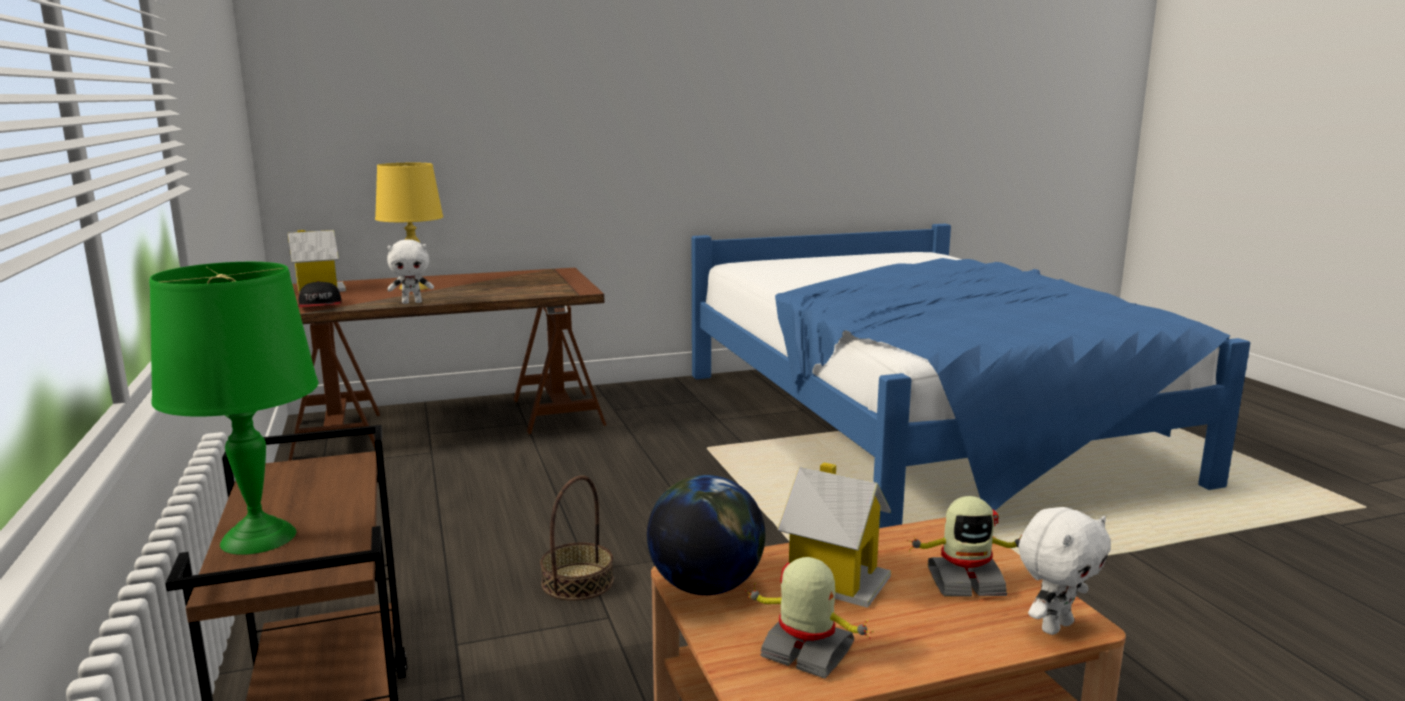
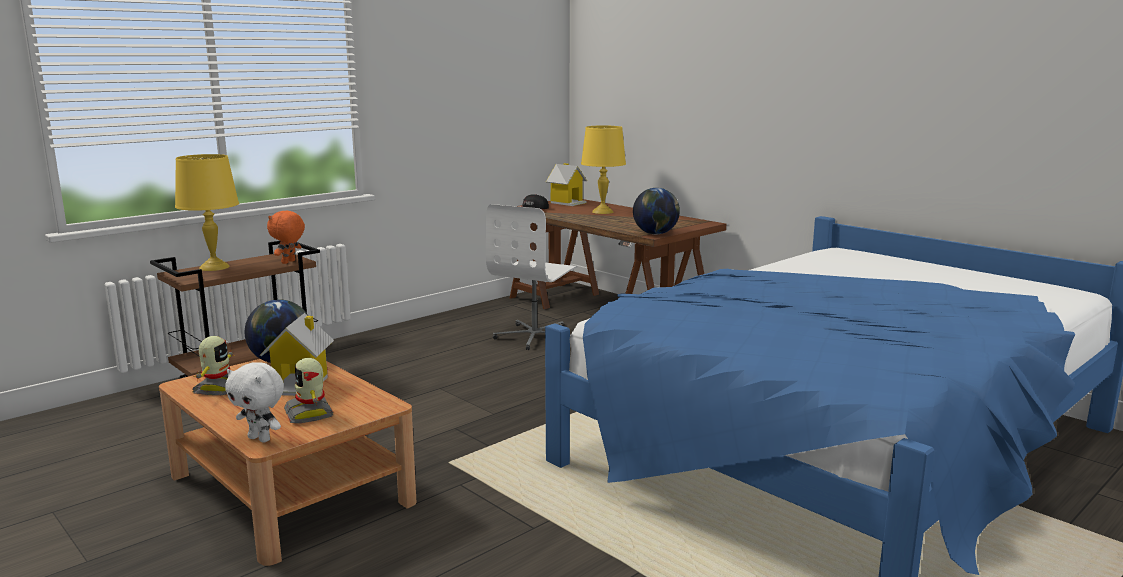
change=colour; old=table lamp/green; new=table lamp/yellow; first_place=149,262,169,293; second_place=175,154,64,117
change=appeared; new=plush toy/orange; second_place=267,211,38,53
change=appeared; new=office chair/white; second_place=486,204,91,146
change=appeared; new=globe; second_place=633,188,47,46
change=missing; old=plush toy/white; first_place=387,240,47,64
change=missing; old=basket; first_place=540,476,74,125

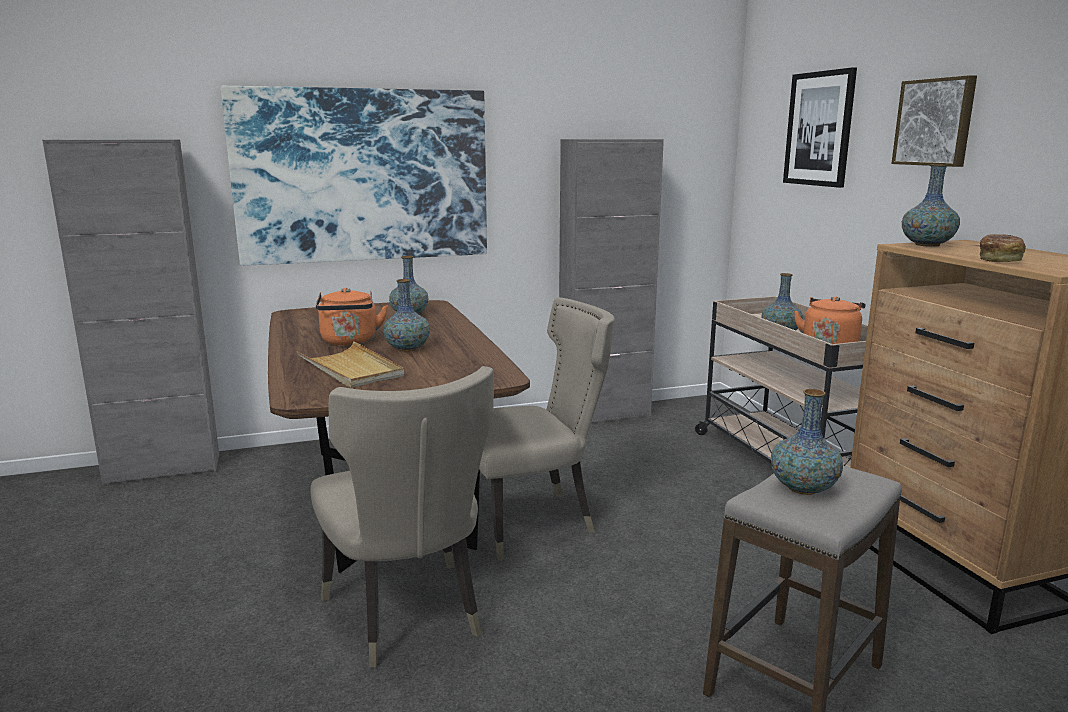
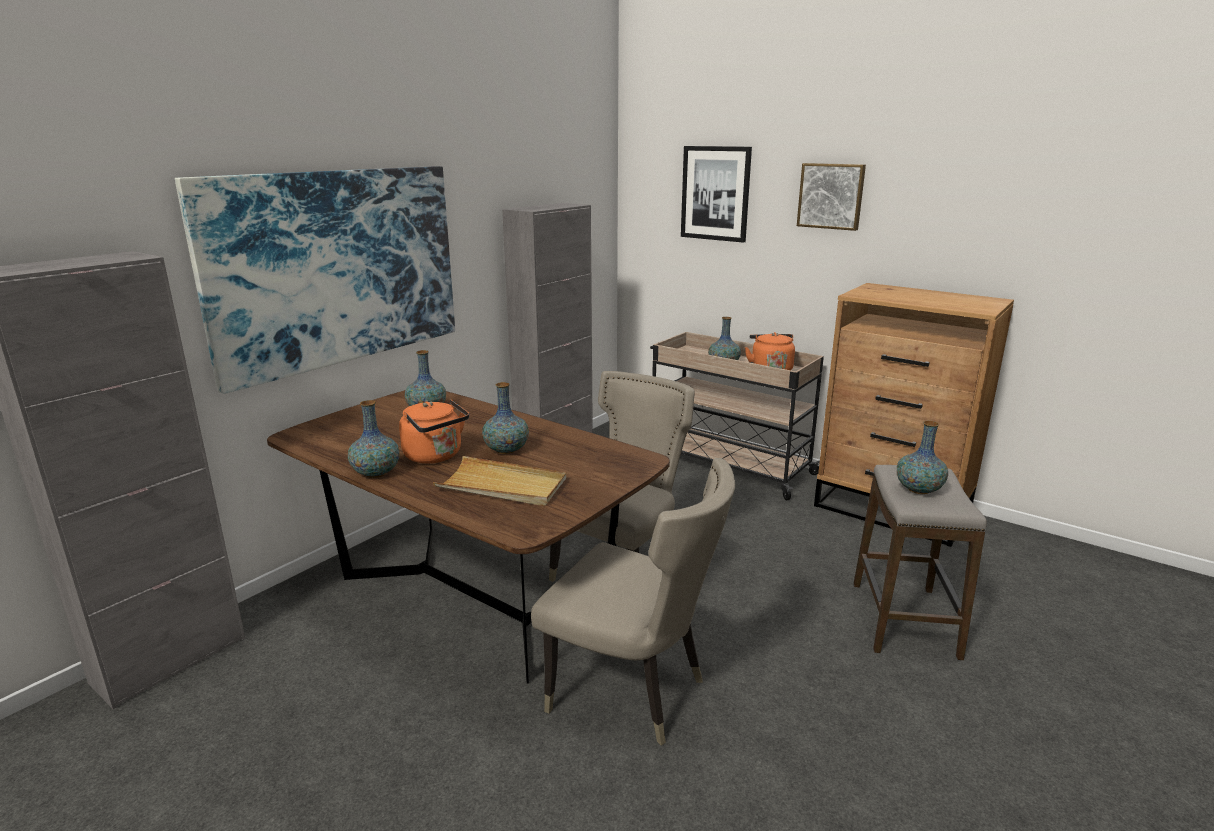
change=relocated; old=vase; first_place=902,164,58,83; second_place=348,400,52,78
change=missing; old=bread; first_place=980,234,46,28

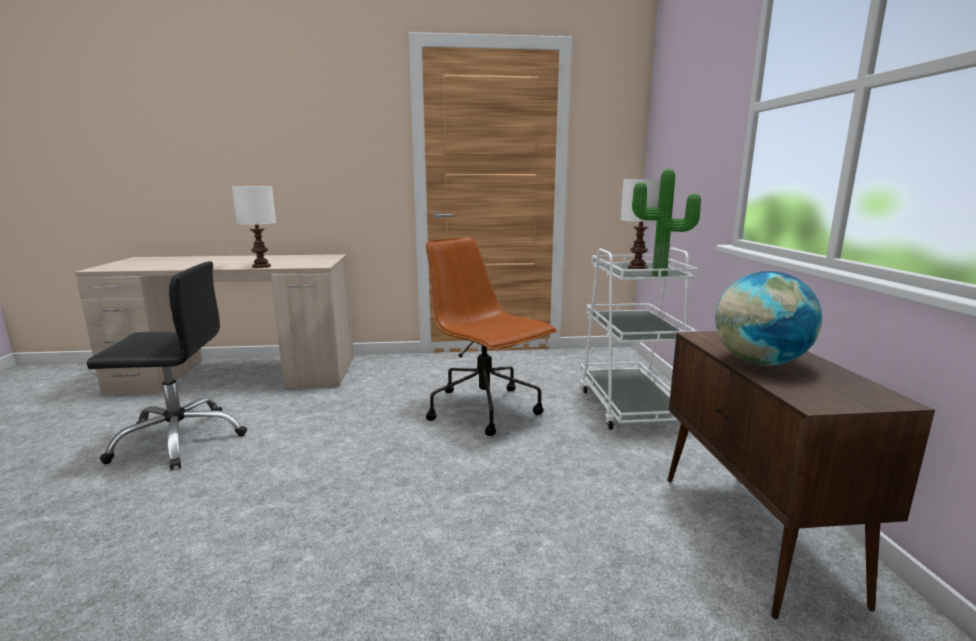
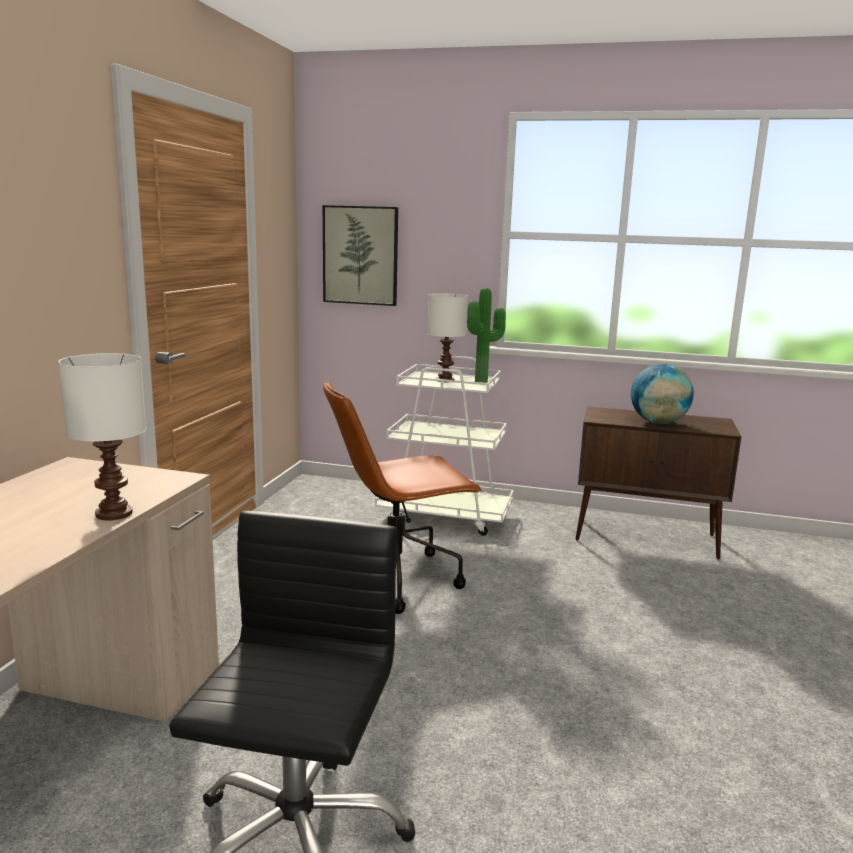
change=appeared; new=picture; second_place=323,205,75,101

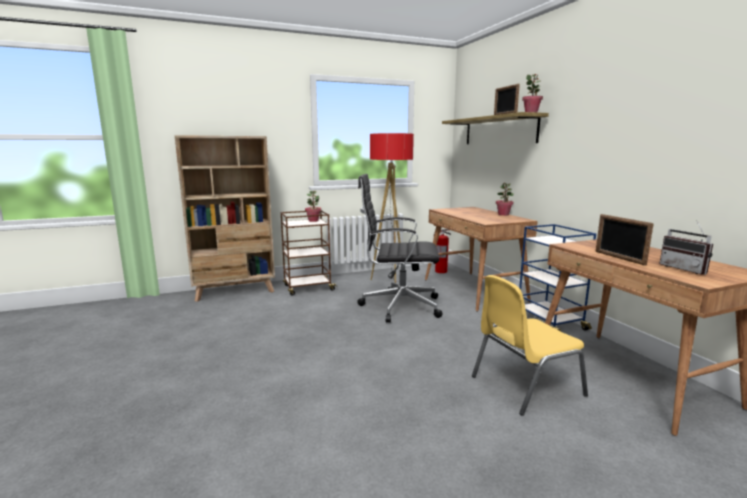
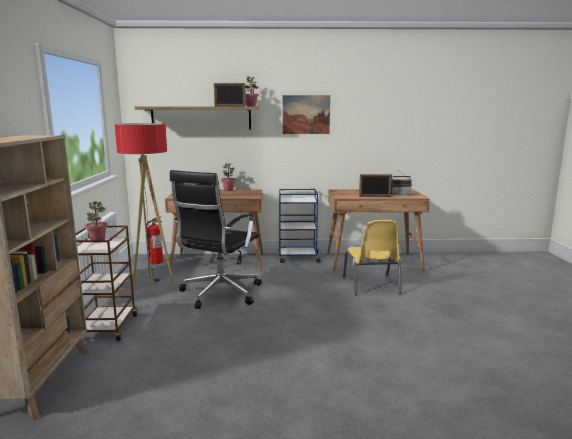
change=appeared; new=picture; second_place=283,95,47,39

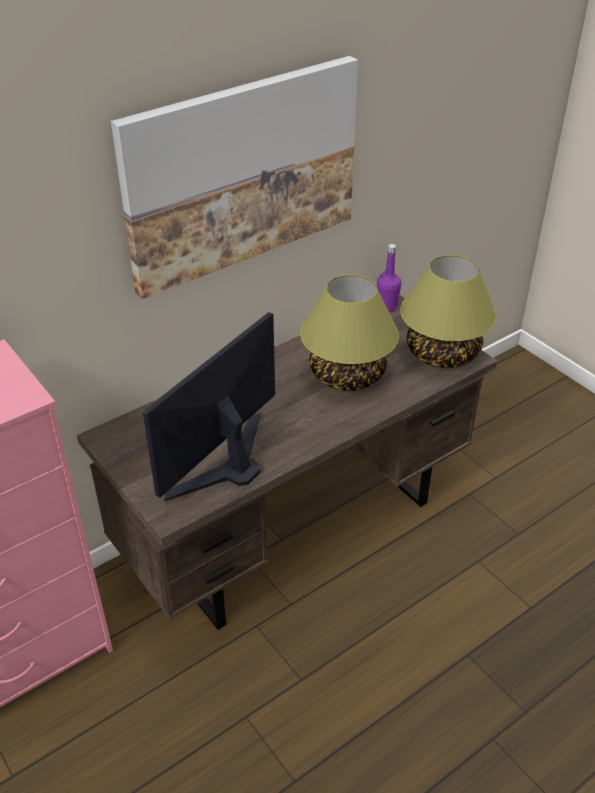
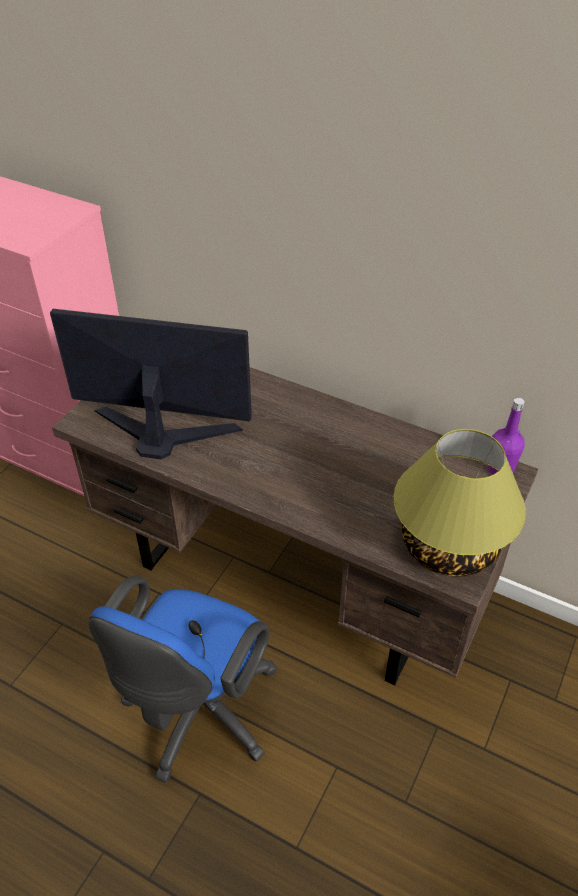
change=appeared; new=office chair/blue; second_place=89,576,189,207
change=missing; old=picture; first_place=111,56,247,243
change=missing; old=table lamp; first_place=300,274,99,117

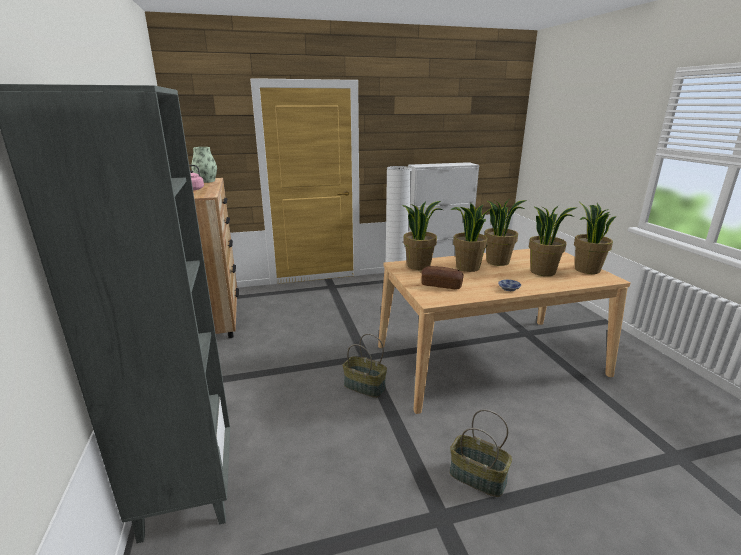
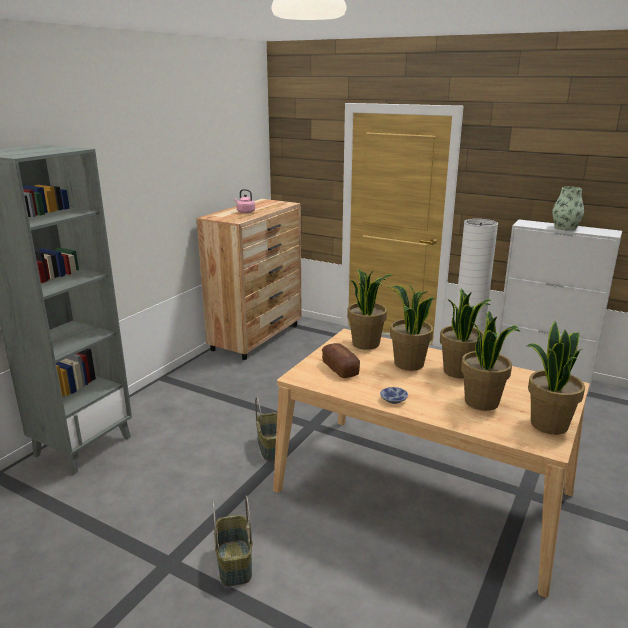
change=relocated; old=vase; first_place=191,147,26,36; second_place=552,187,32,44

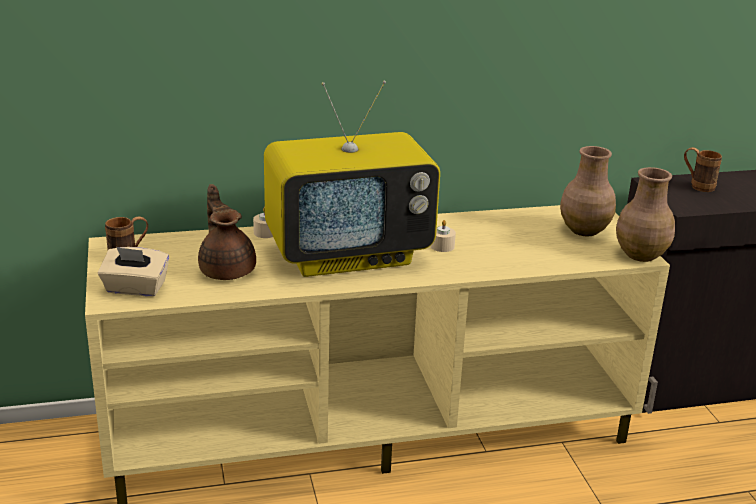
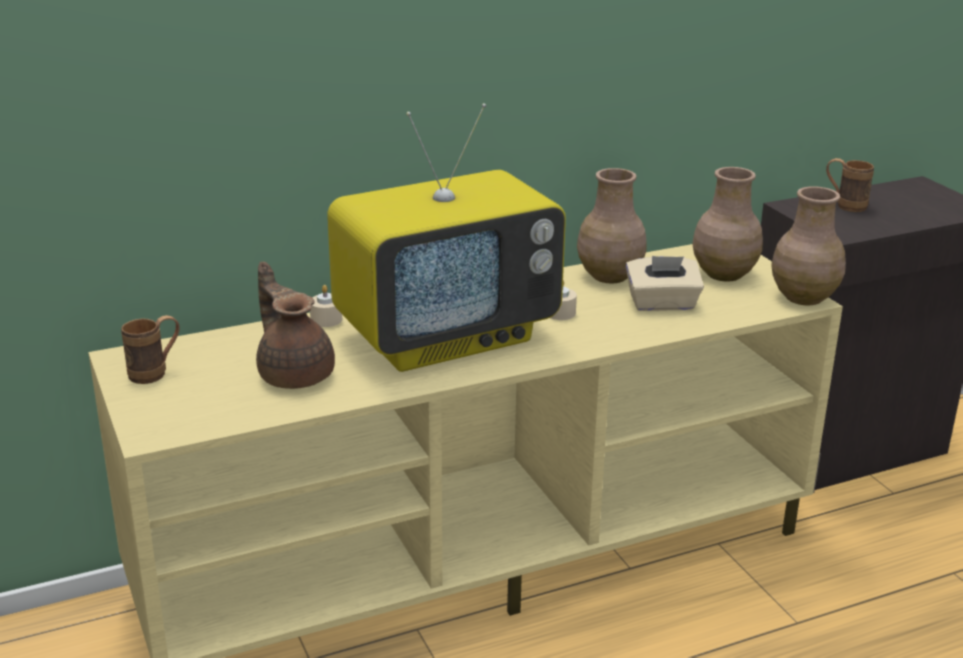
change=appeared; new=vase/brown; second_place=577,168,70,115
change=relocated; old=tissue box/beige; first_place=98,247,71,49; second_place=626,256,78,55

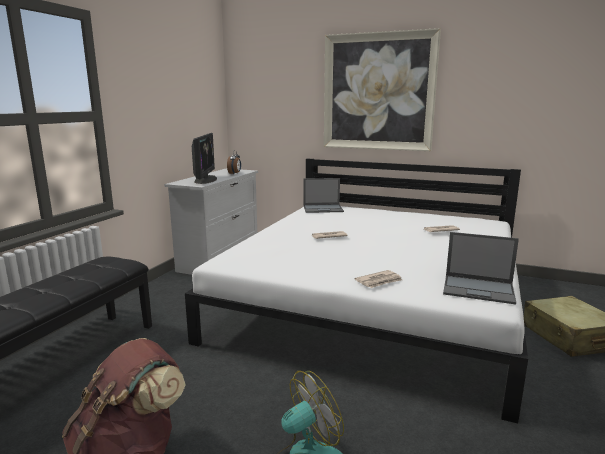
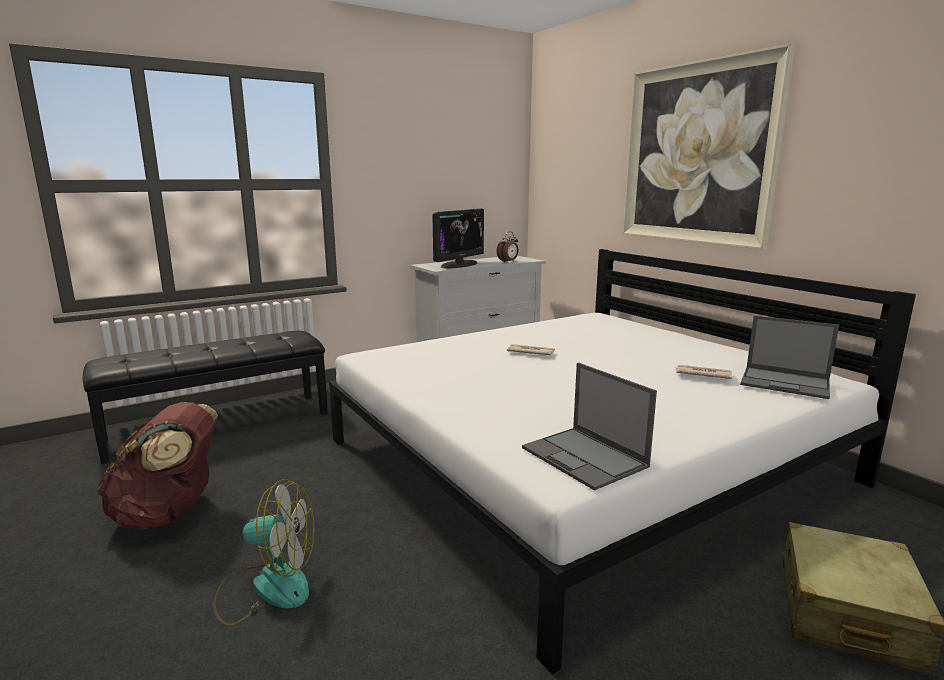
change=relocated; old=laptop; first_place=303,178,41,35; second_place=740,316,99,83
change=missing; old=newspaper; first_place=355,270,47,18

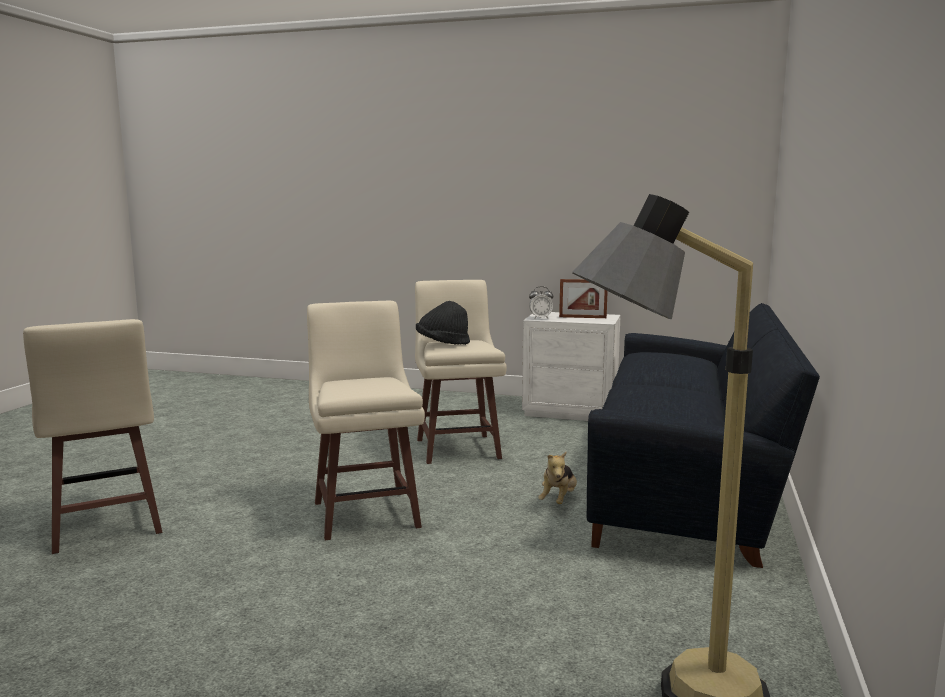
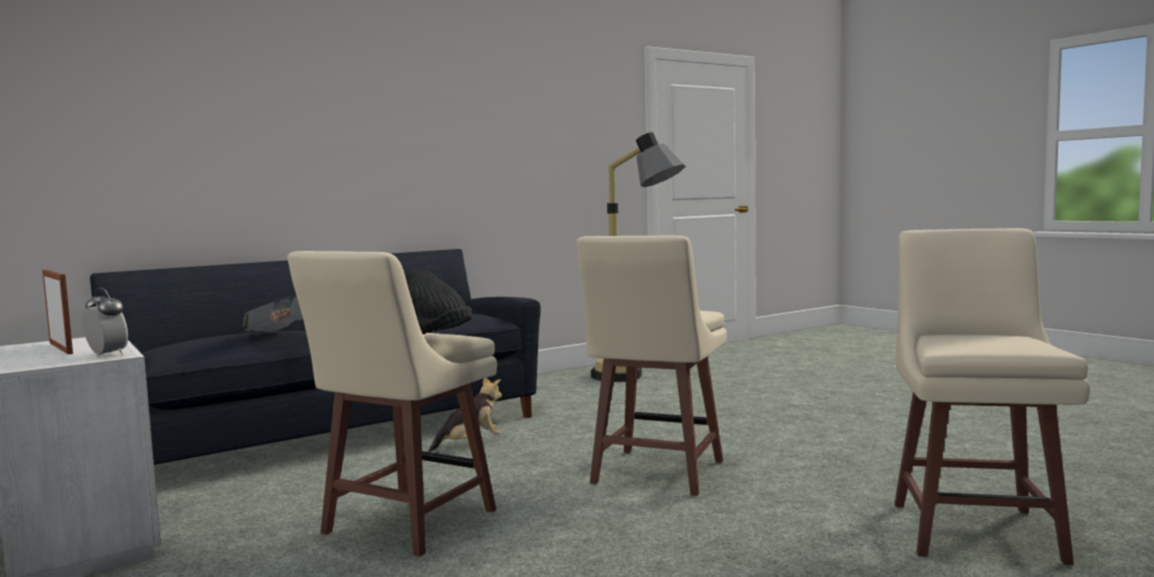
change=appeared; new=newspaper; second_place=243,297,60,35

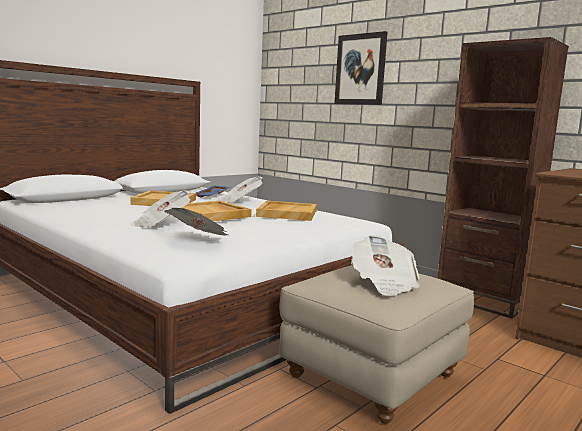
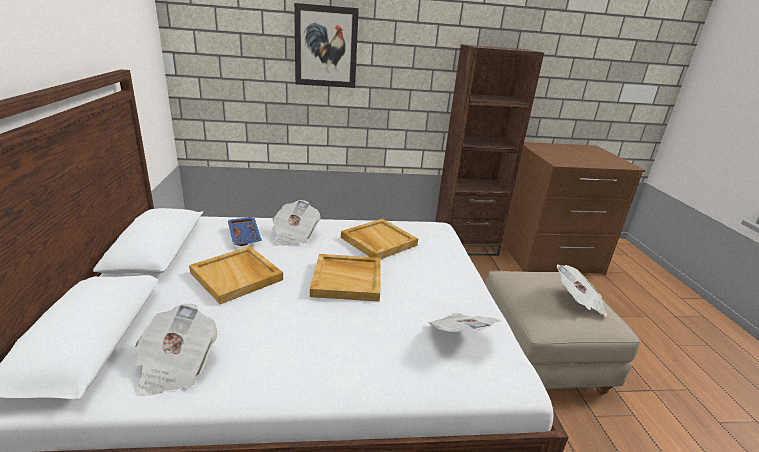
change=relocated; old=newspaper; first_place=131,190,60,37; second_place=134,304,84,92

